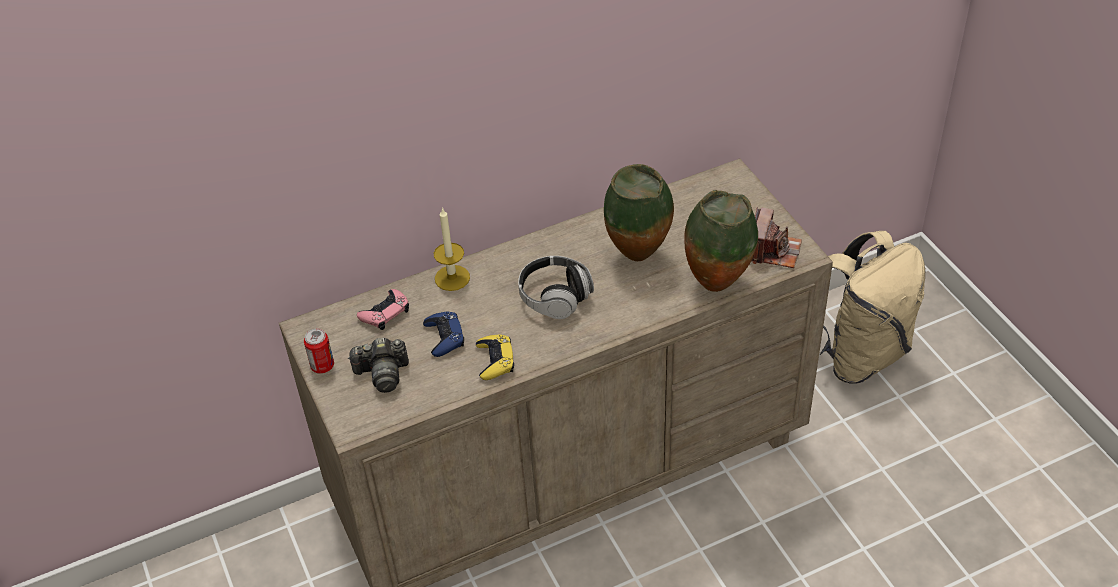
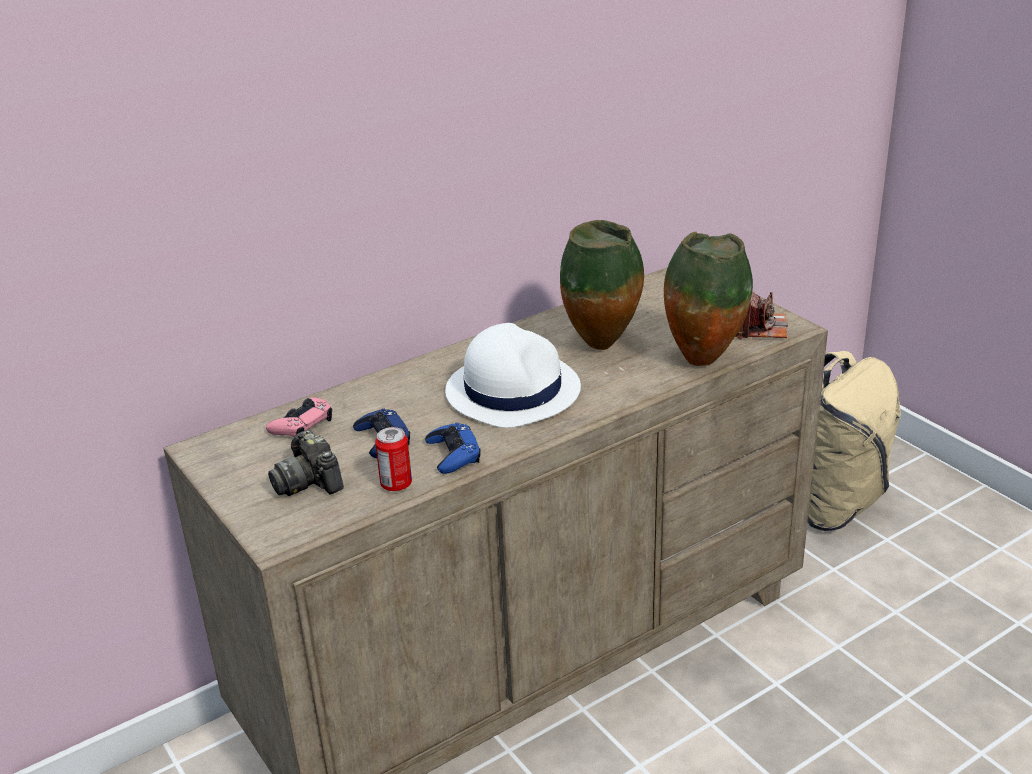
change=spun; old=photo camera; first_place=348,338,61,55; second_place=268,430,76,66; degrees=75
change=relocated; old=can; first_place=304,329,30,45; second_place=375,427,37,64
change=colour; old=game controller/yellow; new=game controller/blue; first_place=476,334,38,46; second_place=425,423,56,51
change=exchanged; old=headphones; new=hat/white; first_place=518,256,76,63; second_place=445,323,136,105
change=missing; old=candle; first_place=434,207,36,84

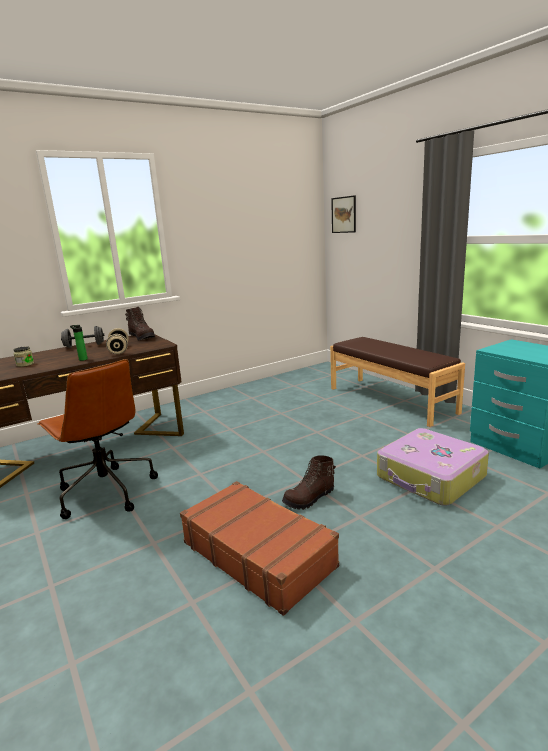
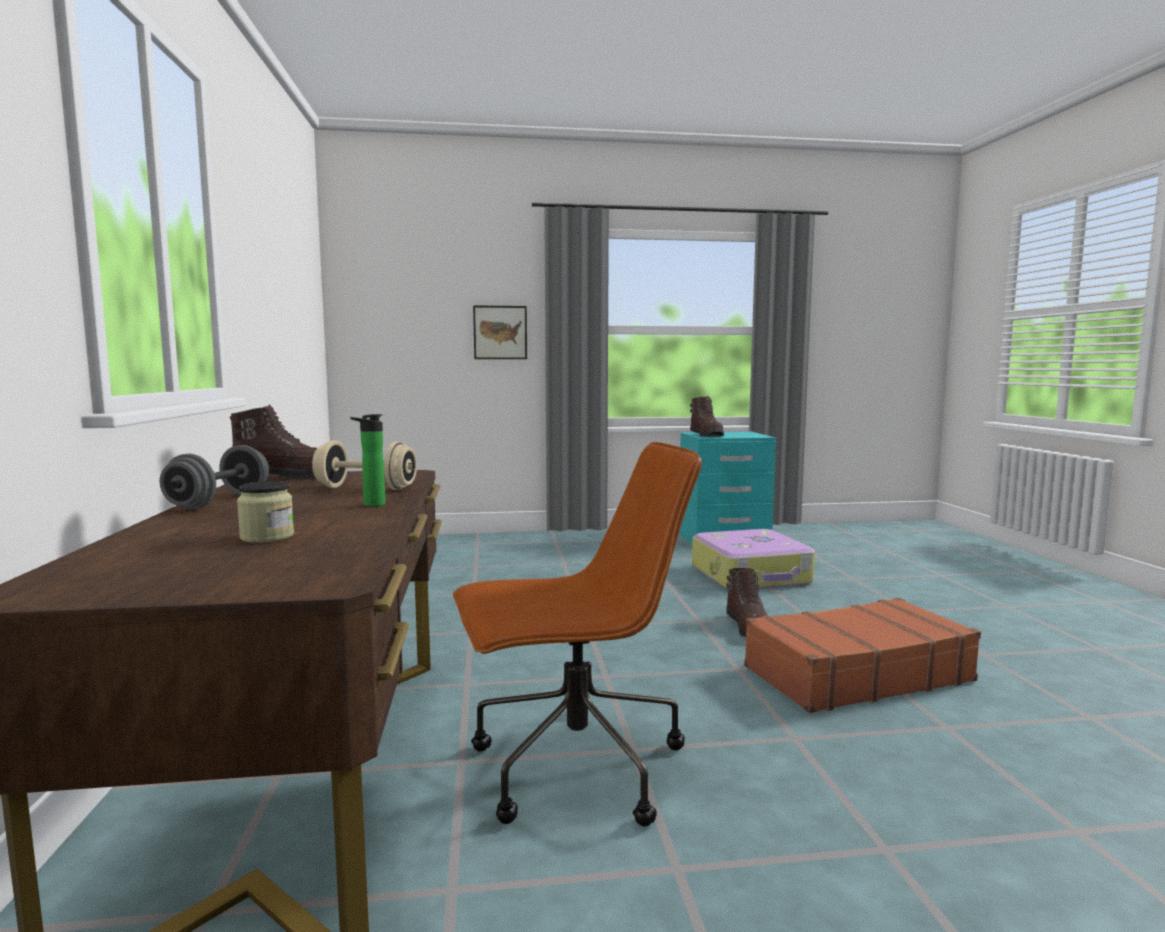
change=relocated; old=picture; first_place=331,195,25,38; second_place=473,305,54,54
change=appeared; new=boot/brown; second_place=690,396,34,41
change=missing; old=bench/brown; first_place=330,337,135,90

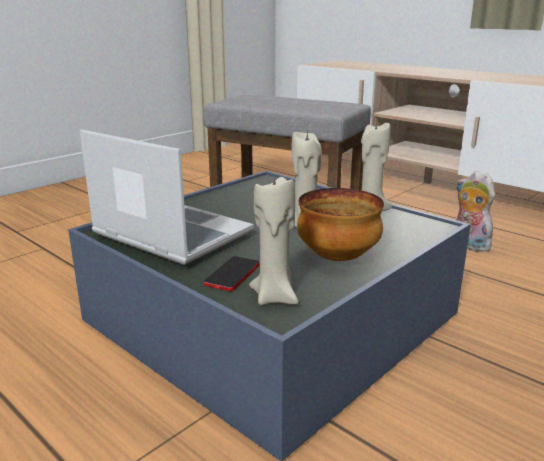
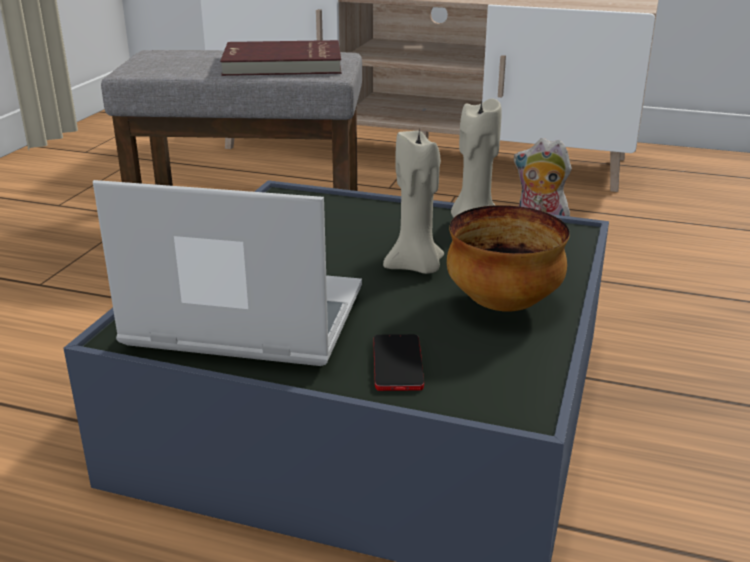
change=appeared; new=book/red; second_place=220,40,122,36
change=missing; old=candle/beige; first_place=249,176,50,129

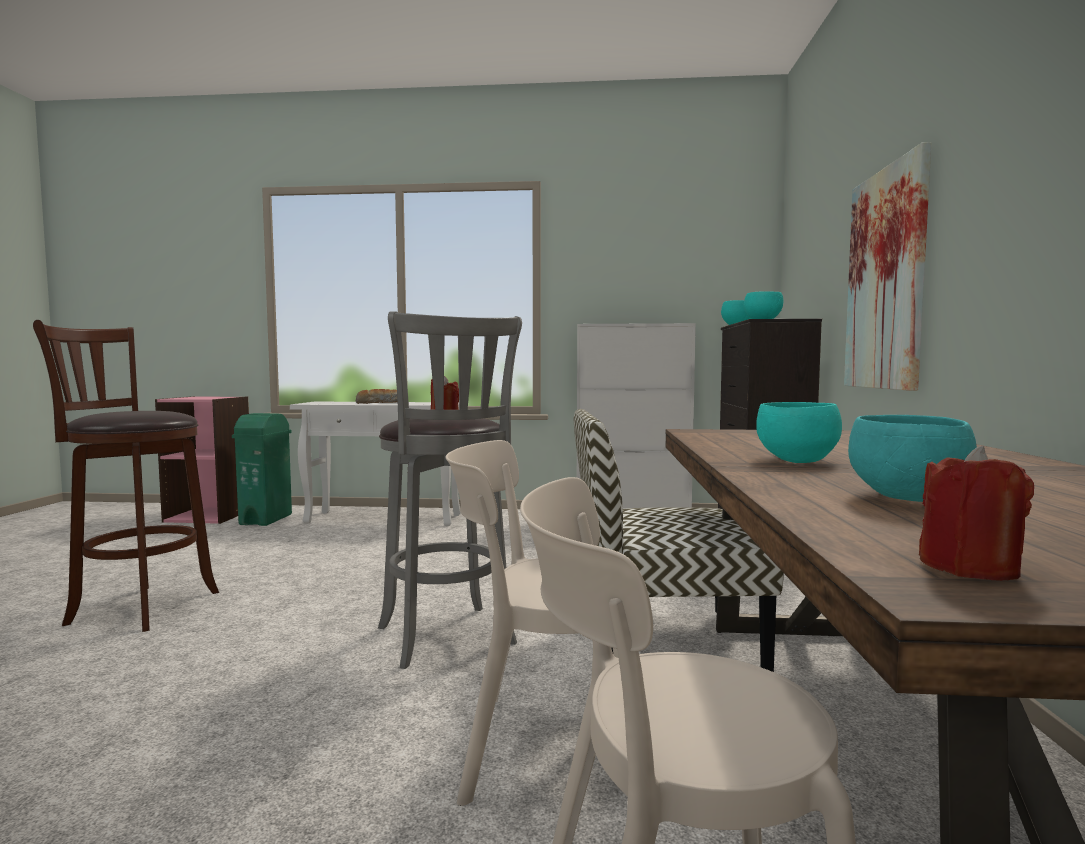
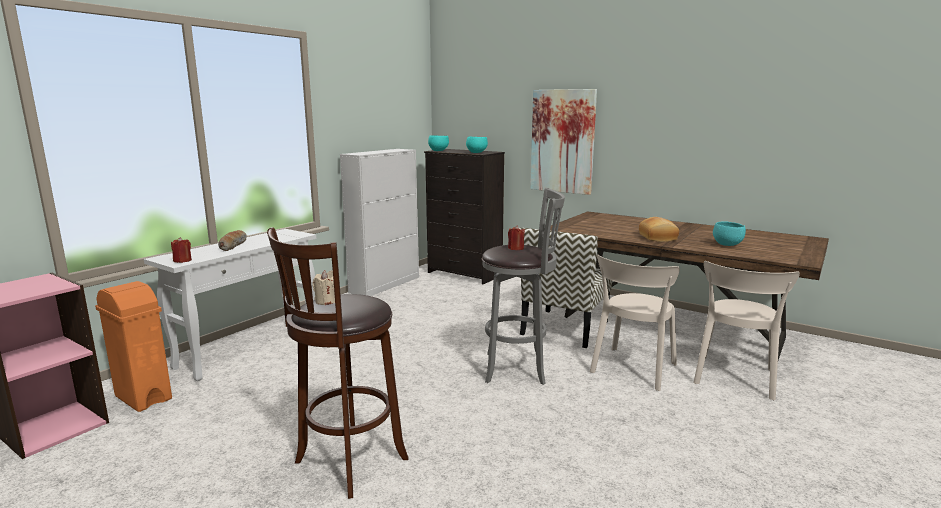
change=colour; old=trash can/green; new=trash can/orange; first_place=232,413,60,113; second_place=95,281,77,131
change=relocated; old=candle/red; first_place=919,445,115,136; second_place=171,237,21,26
change=appeared; new=candle/beige; second_place=312,270,23,35
change=exchanged; old=bowl/turquoise; new=bread; first_place=756,402,86,61; second_place=639,217,40,25

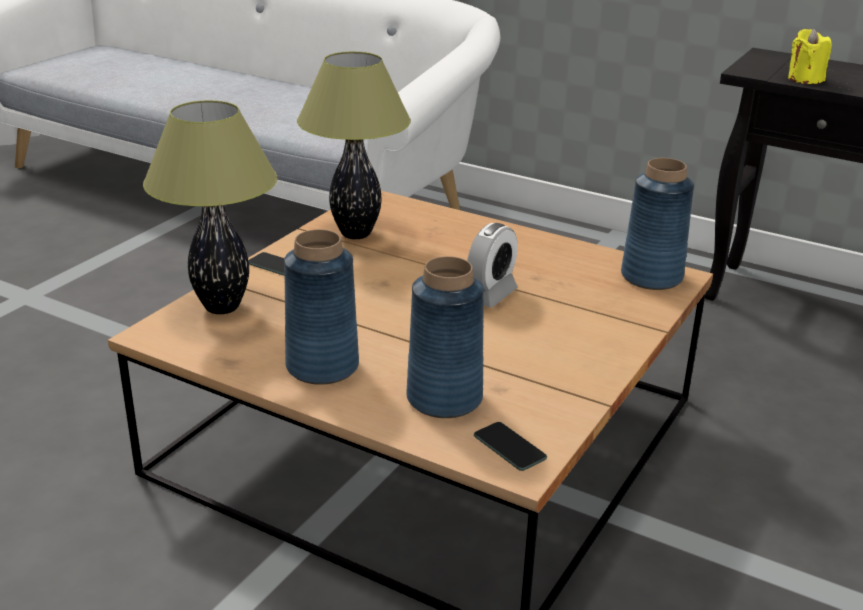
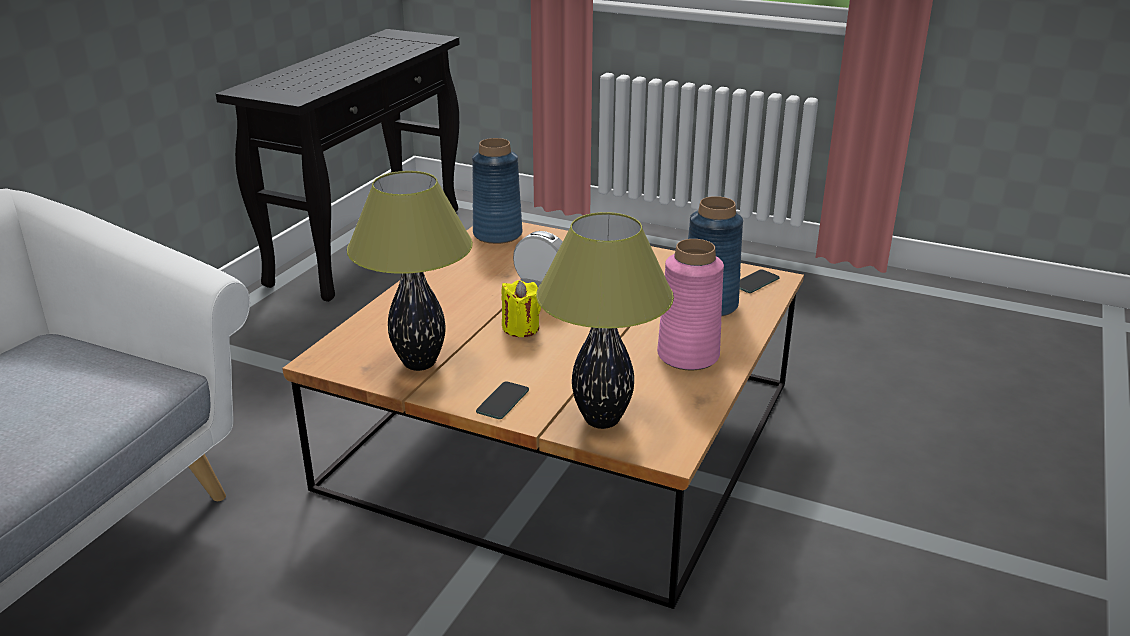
change=relocated; old=candle/yellow; first_place=788,29,44,55; second_place=501,280,40,57
change=colour; old=vase/blue; new=vase/pink; first_place=284,229,75,156; second_place=657,239,67,131

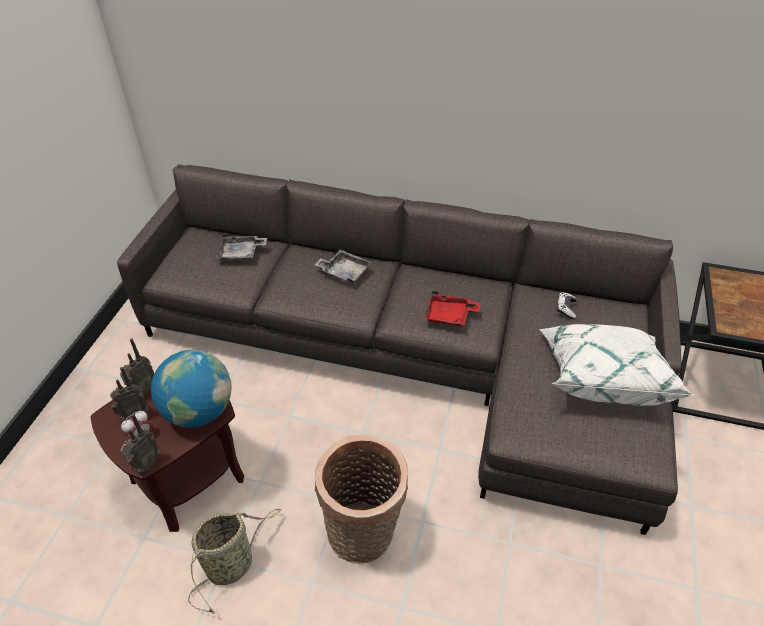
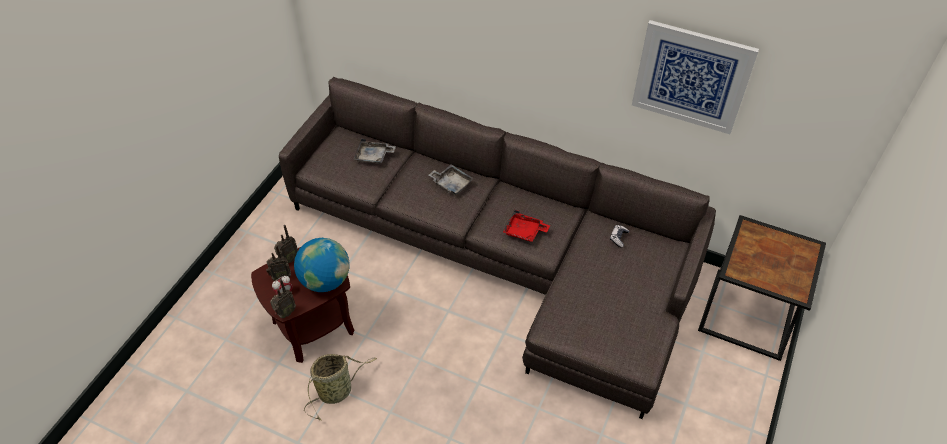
change=appeared; new=picture; second_place=632,20,127,114
change=missing; old=basket; first_place=315,435,93,129
change=missing; old=pillow/white; first_place=539,324,154,82

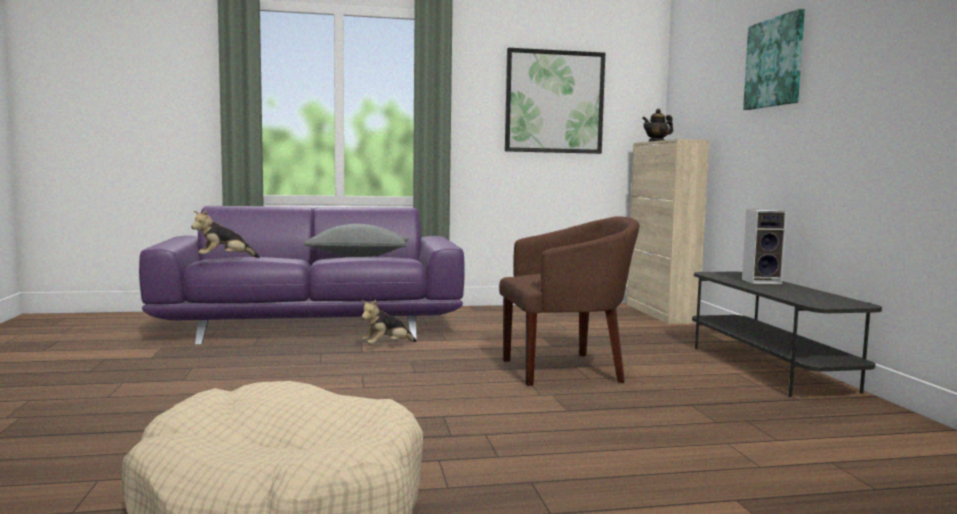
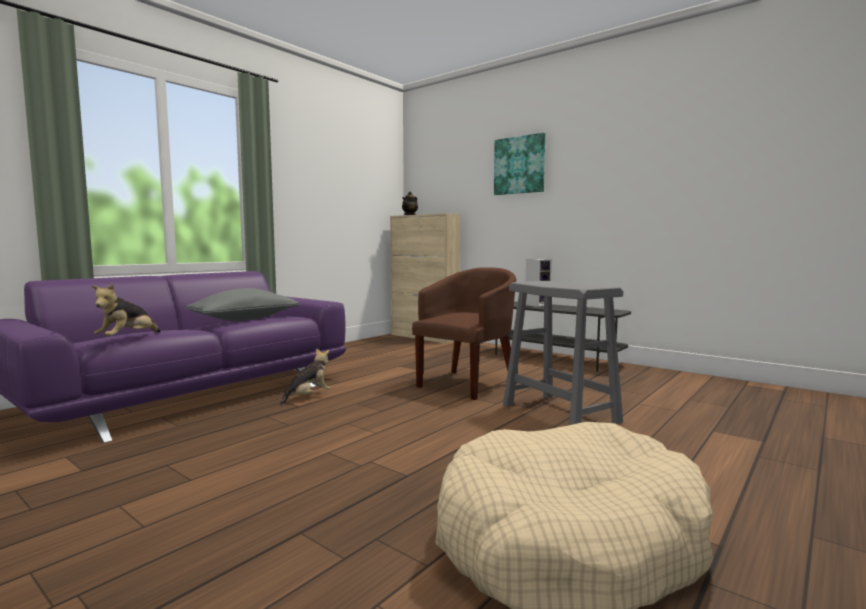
change=spun; old=plush toy; first_place=361,300,56,44; second_place=280,348,51,57; degrees=-150
change=appeared; new=stool/grey; second_place=503,281,120,144
change=missing; old=picture; first_place=505,48,100,106

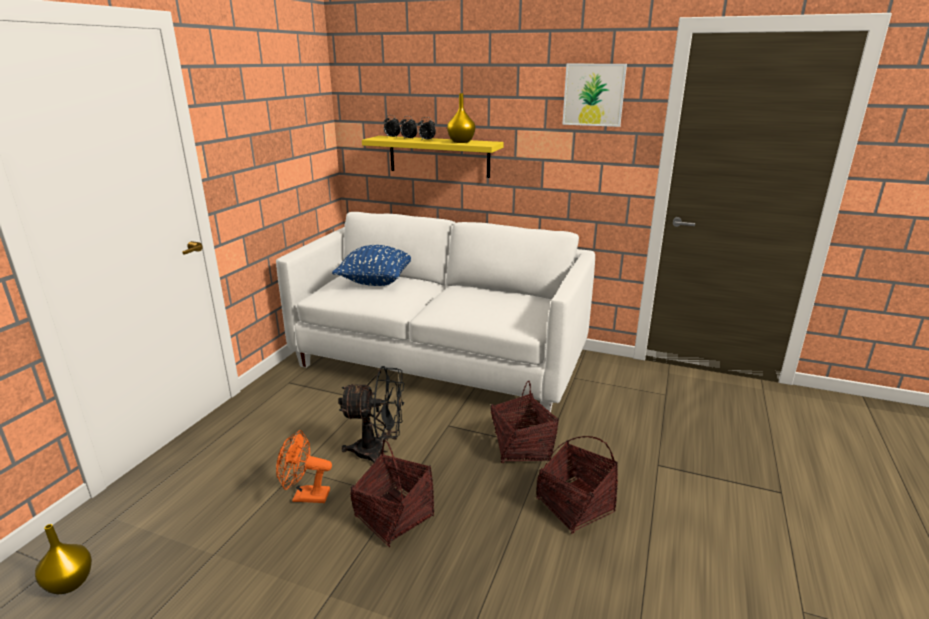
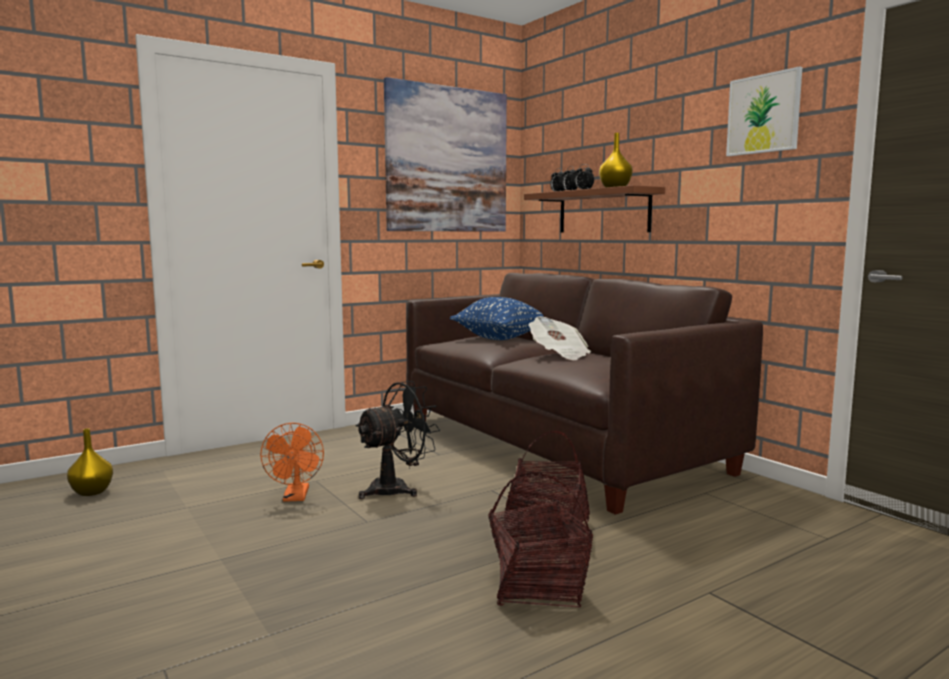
change=spun; old=fan/orange; first_place=276,430,56,73; second_place=260,423,64,79; degrees=-135
change=spun; old=fan/black; first_place=338,366,66,97; second_place=356,381,84,118; degrees=-75
change=appeared; new=picture; second_place=384,77,123,155
change=colour; old=sofa/white; new=sofa/brown; first_place=276,212,319,200; second_place=406,273,357,242
change=colour; old=shelf/yellow; new=shelf/brown; first_place=362,136,141,42; second_place=524,185,141,48
change=appeared; new=newspaper; second_place=529,316,62,44
change=missing; old=basket; first_place=350,440,84,107

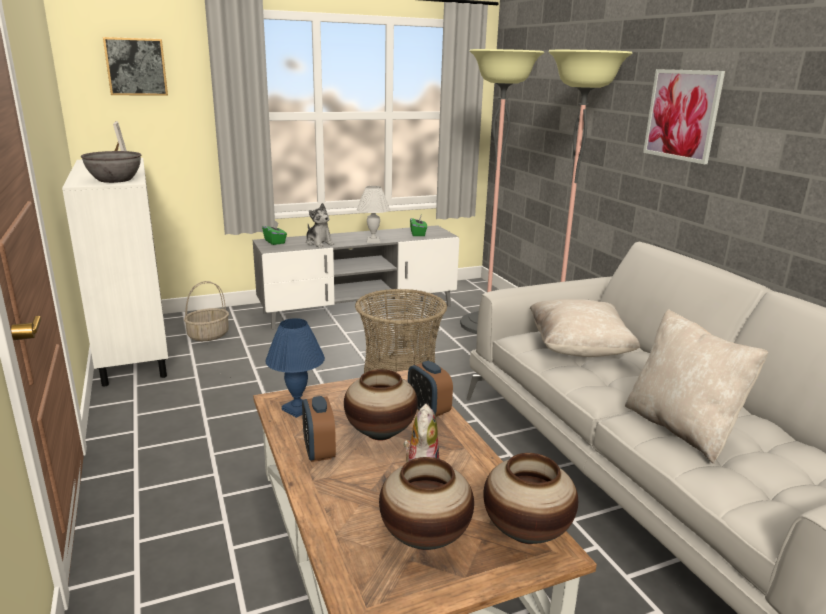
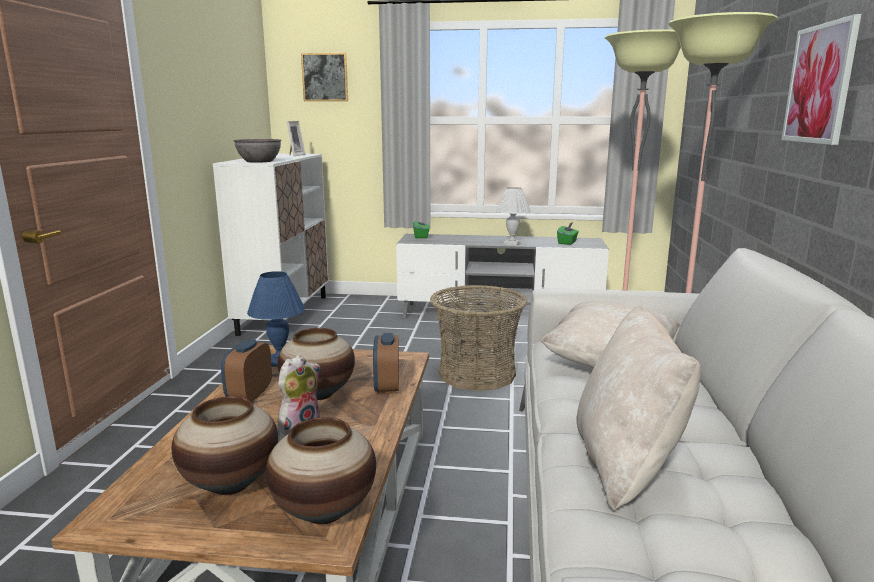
change=missing; old=basket; first_place=184,281,45,60
change=missing; old=plush toy; first_place=306,203,29,45

